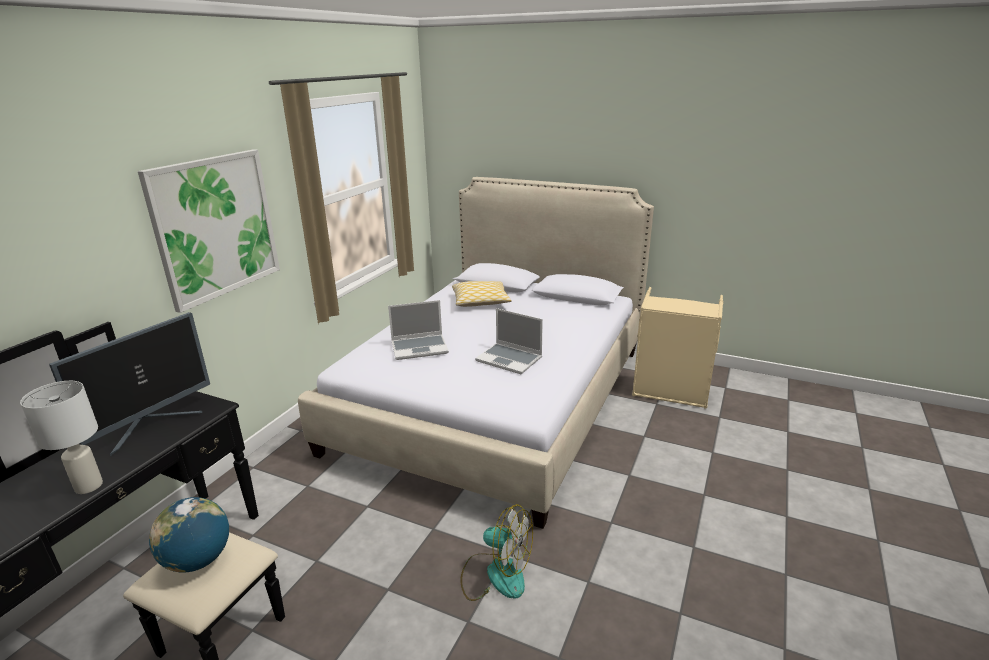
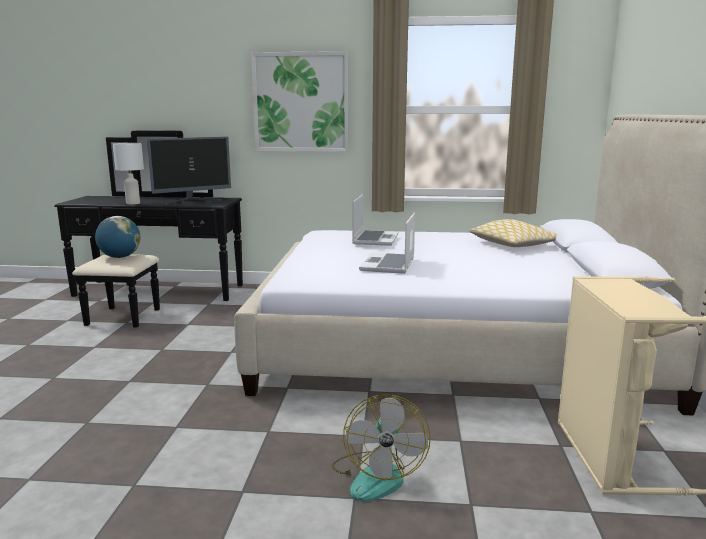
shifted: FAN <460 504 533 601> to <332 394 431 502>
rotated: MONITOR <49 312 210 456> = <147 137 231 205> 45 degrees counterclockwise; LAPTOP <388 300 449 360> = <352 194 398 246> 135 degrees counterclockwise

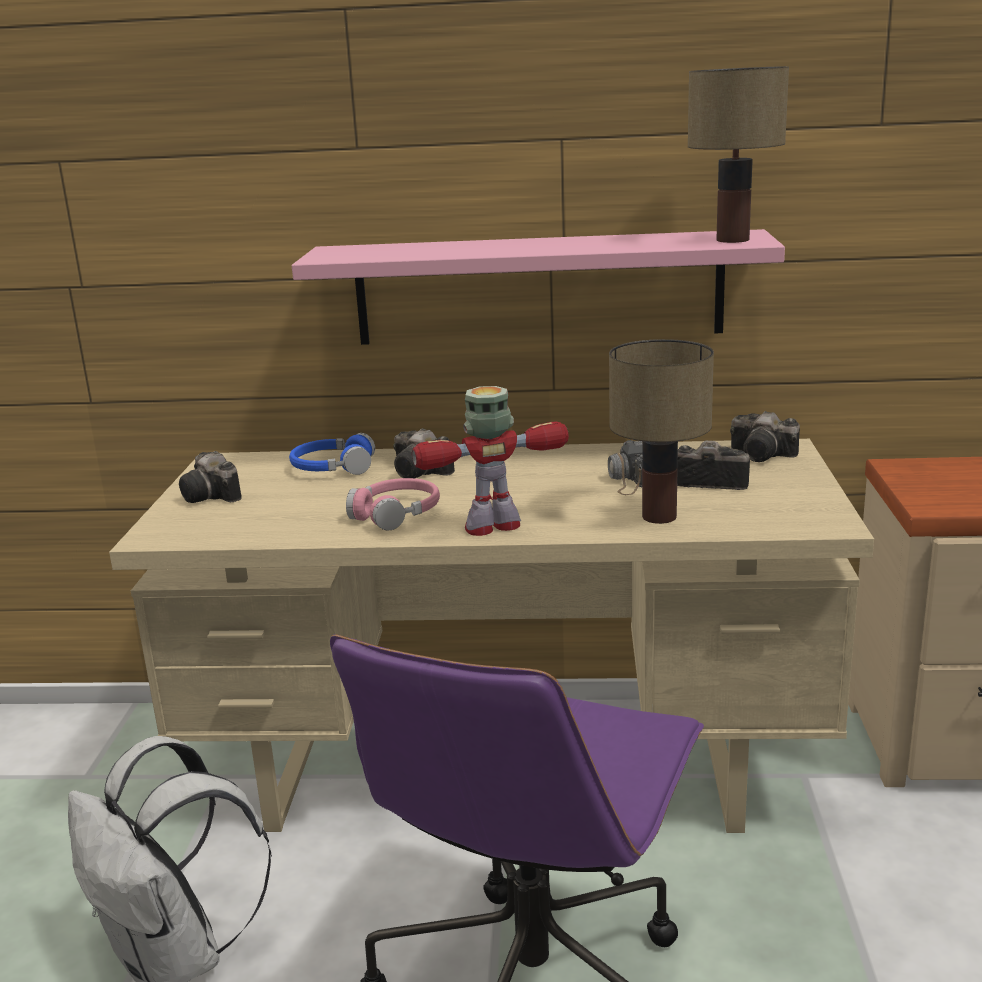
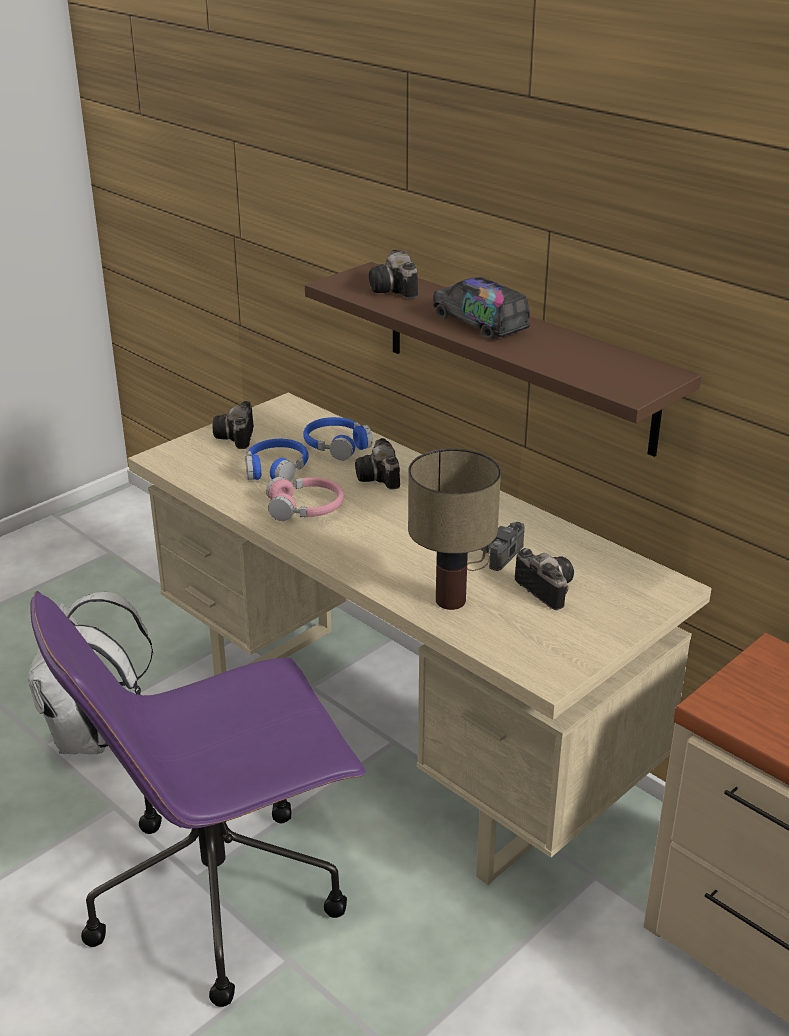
gone: TOY ROBOT <412 386 569 536>; TABLE LAMP <688 66 789 243>
new: BLUE HEADPHONES <245 439 309 481>; TOY TRUCK <433 277 530 339>
shifted: PHOTO CAMERA <730 411 800 462> to <369 250 418 299>
repainted: PINK SHELF <292 229 785 345> to BROWN SHELF <305 262 701 457>

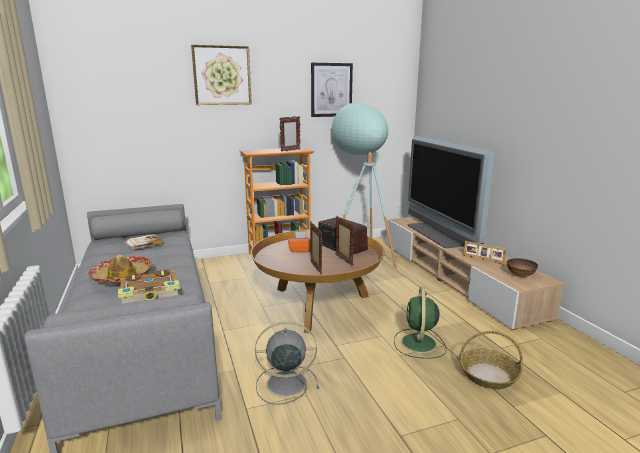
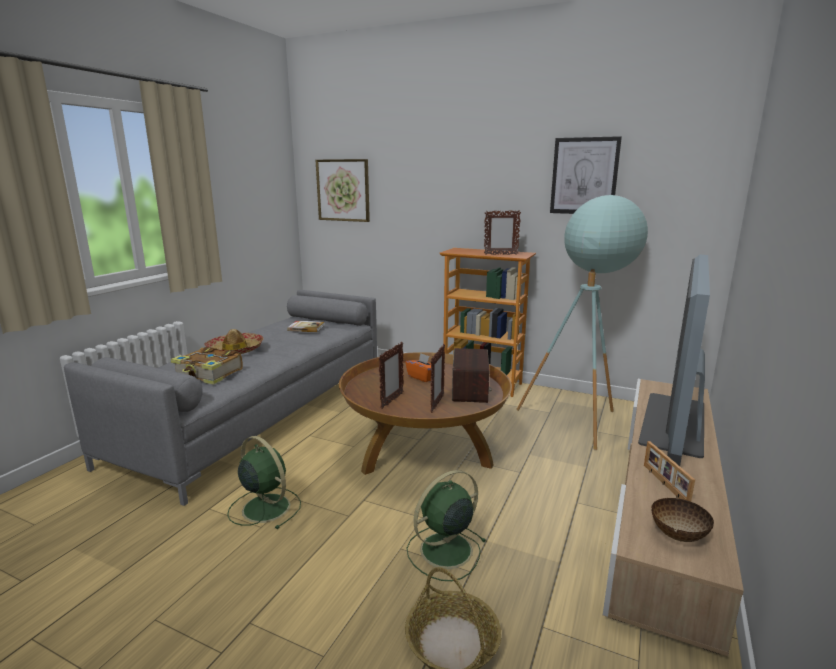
shifted: PICTURE <191 45 252 105> to <316 159 370 222>
repainted: GREY FAN <255 322 319 405> to GREEN FAN <227 436 301 529>

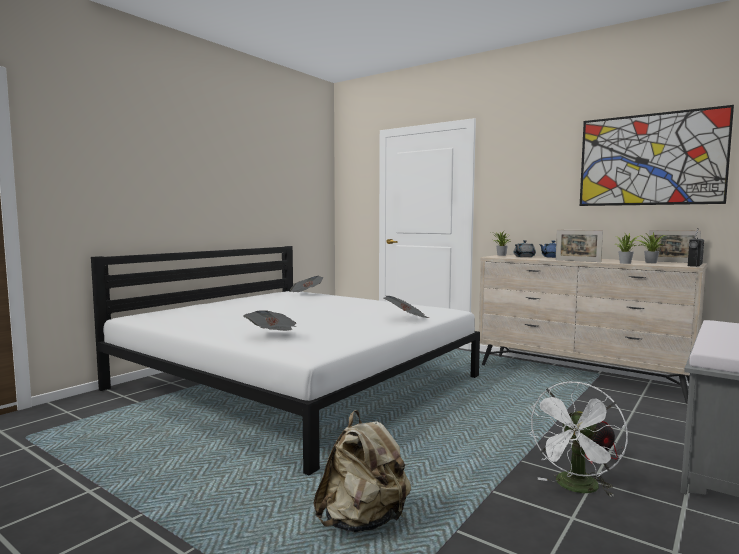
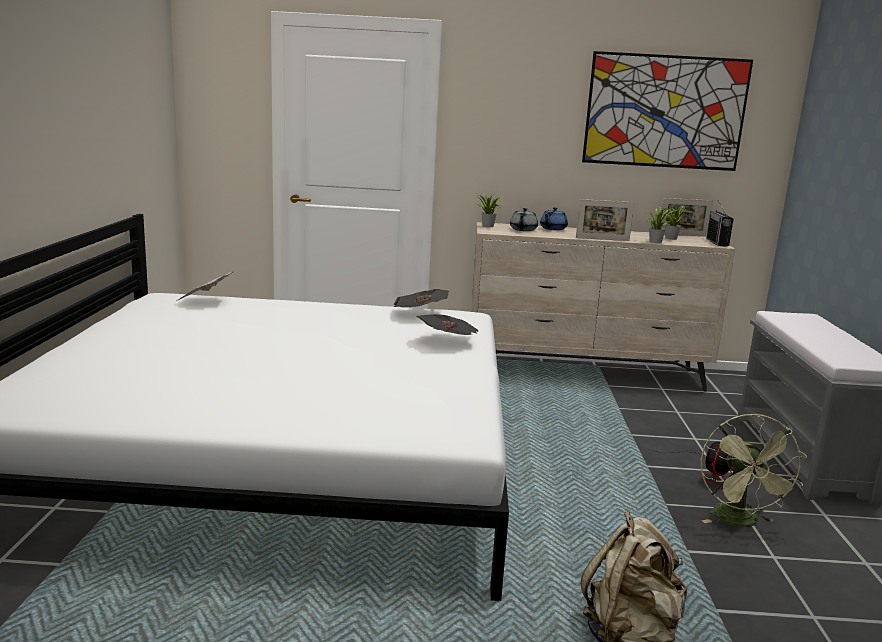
shifted: NEWSPAPER <243 310 297 331> to <393 289 449 307>
repainted: WHITE FAN <528 382 628 497> to GREEN FAN <701 414 807 527>

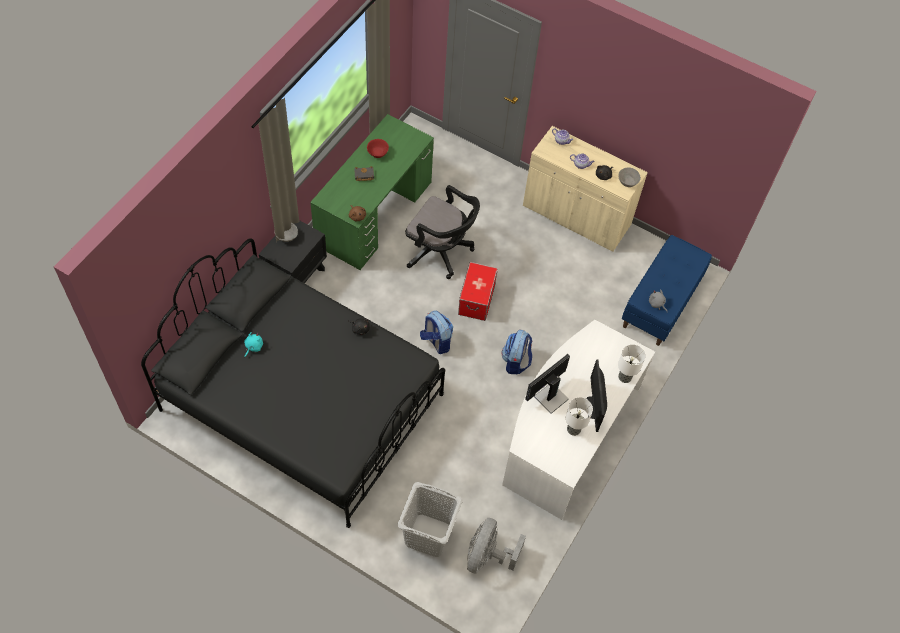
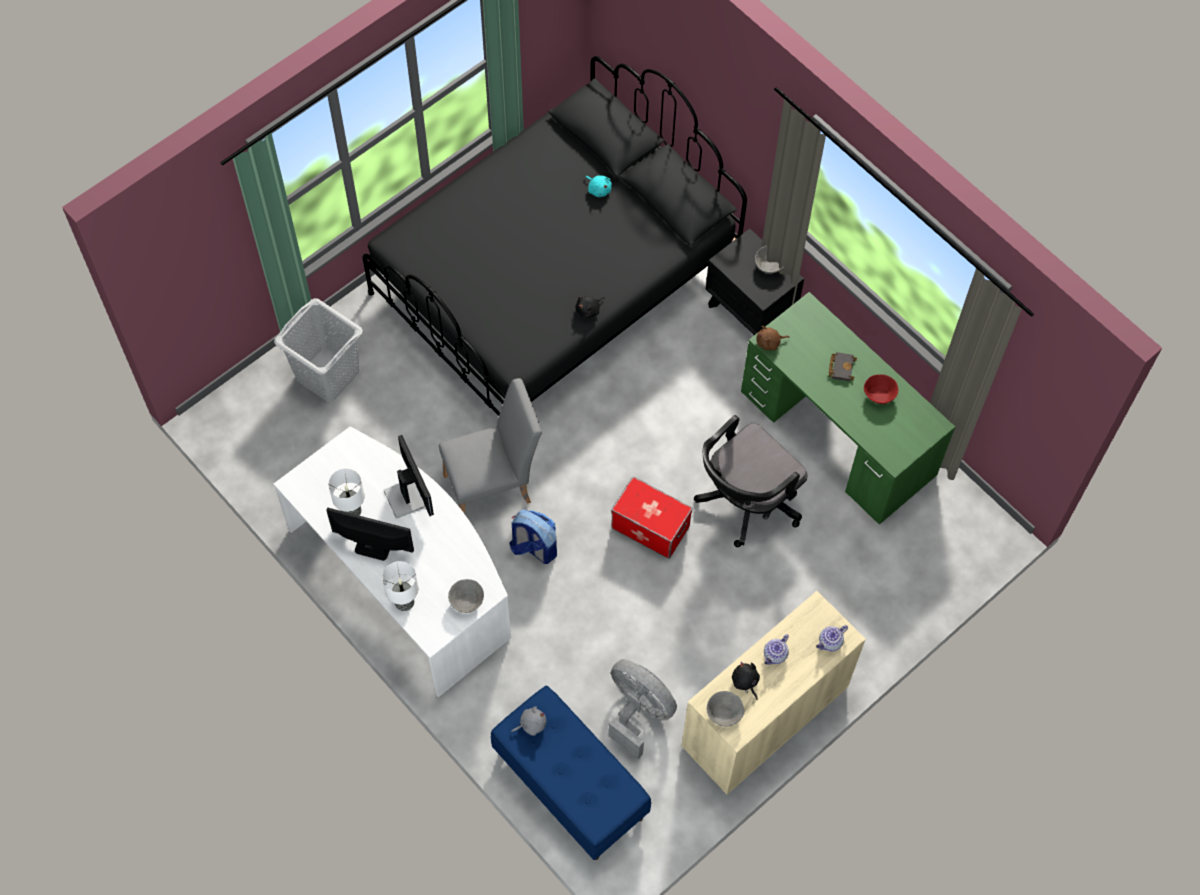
gone: BACKPACK <420 310 453 354>
new: GREY CHAIR <439 378 542 514>; GREY BOWL <448 579 484 613>
shifted: GREY FAN <467 518 526 573> to <609 659 677 759>

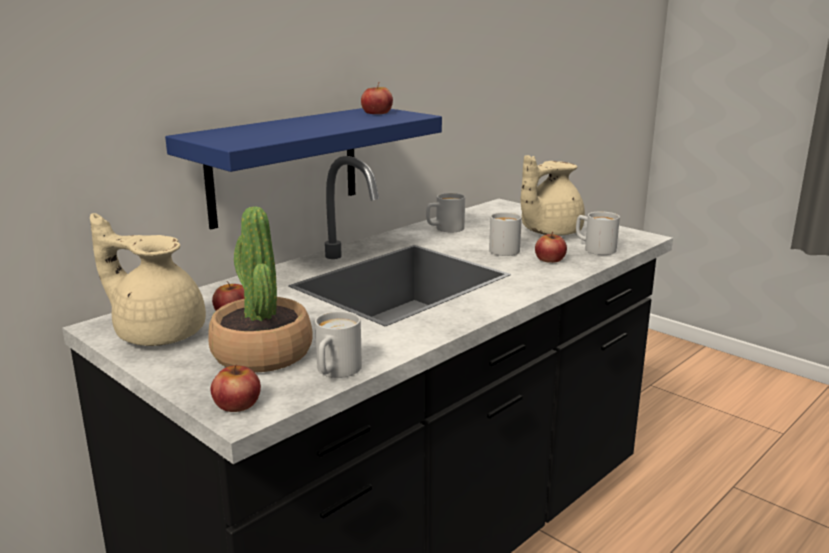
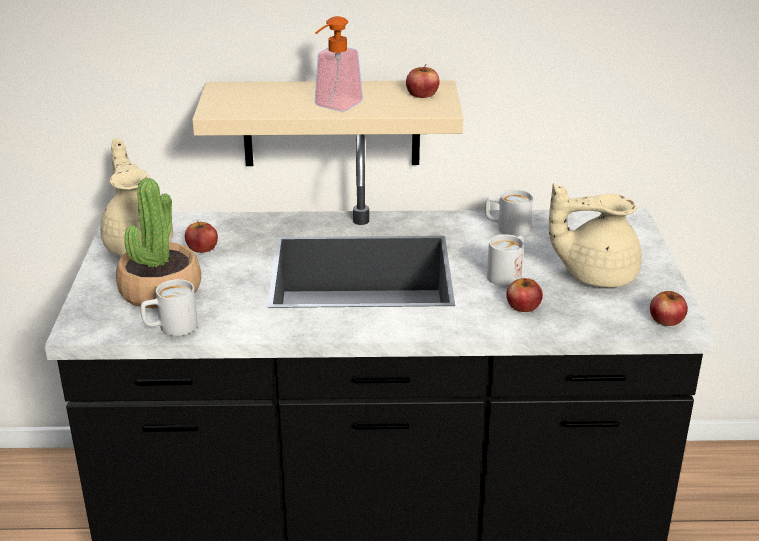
gone: WHITE MUG <576 211 620 255>
new: SOAP DISPENSER <315 16 363 111>
shifted: APPLE <210 364 261 412> to <650 291 688 326>
repainted: BLUE SHELF <165 108 442 229> to BEIGE SHELF <192 80 463 166>

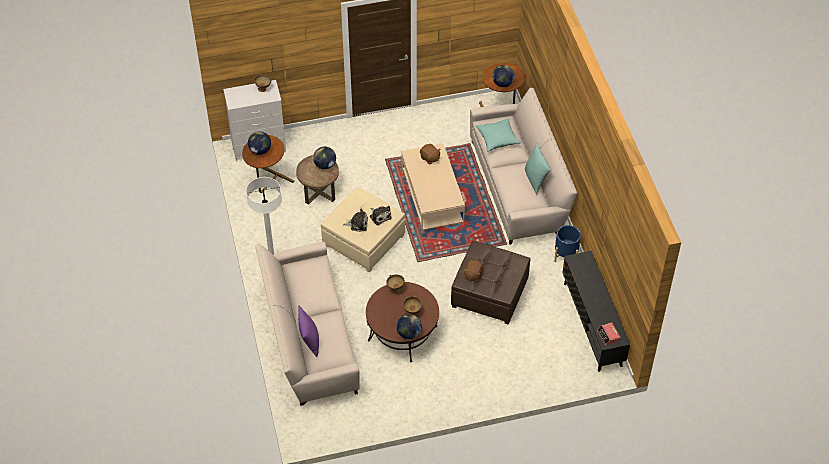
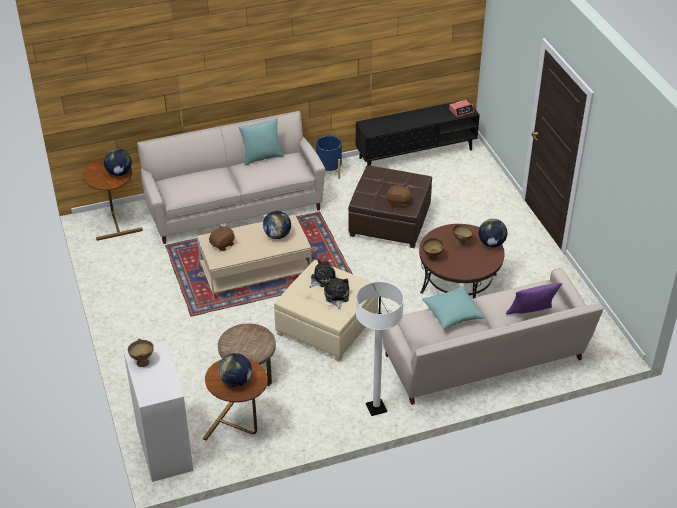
shifted: GLOBE <313 147 336 170> to <263 211 291 239>; TURQUOISE PILLOW <476 119 521 152> to <422 286 485 329>

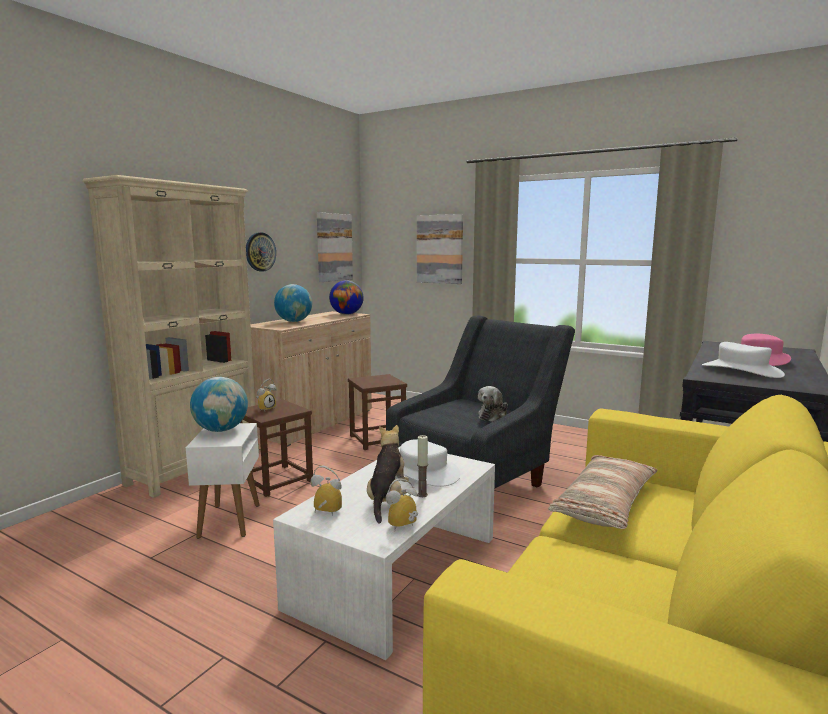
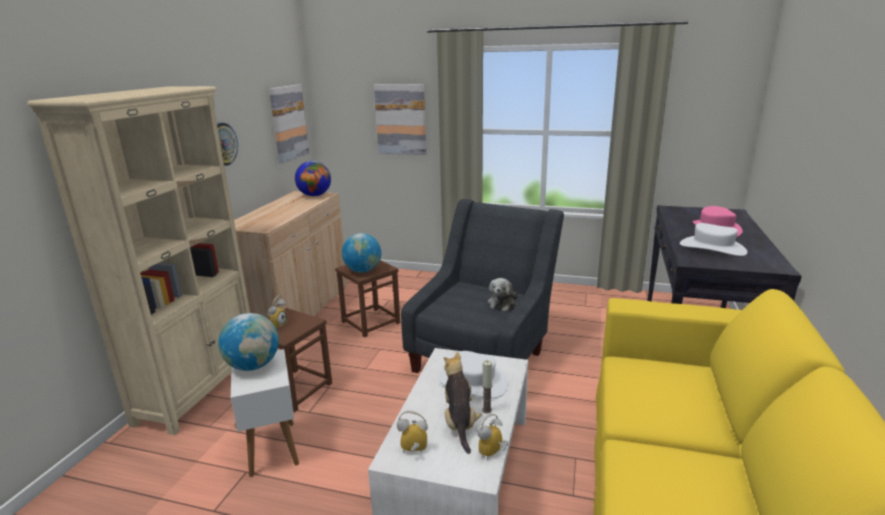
gone: PILLOW <548 455 658 529>
shifted: GLOBE <274 284 312 322> to <342 233 381 273>

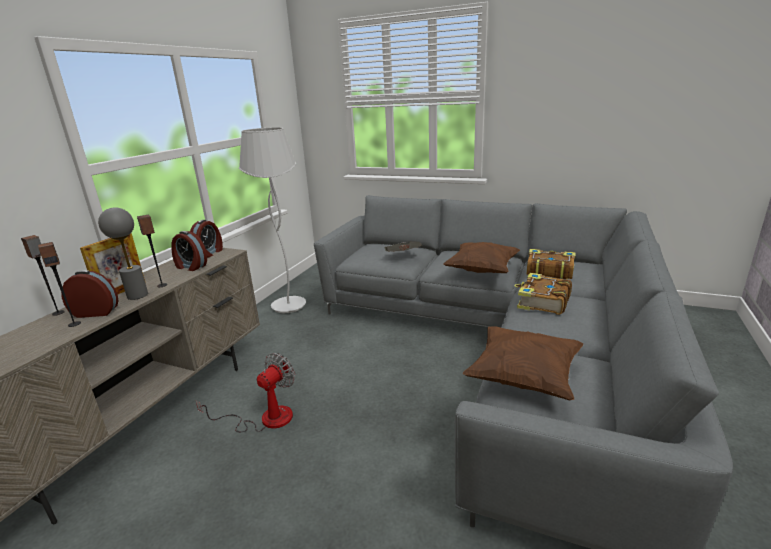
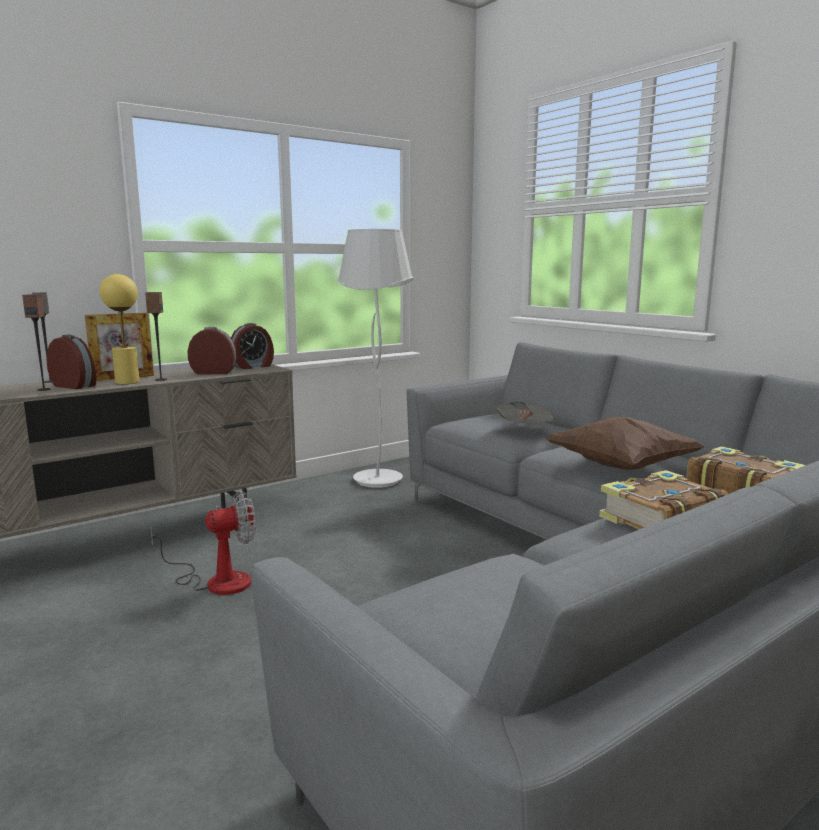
gone: BROWN PILLOW <463 326 583 401>
repainted: GREY TABLE LAMP <98 207 148 300> to YELLOW TABLE LAMP <100 274 140 384>
rotated: ALARM CLOCK <171 231 207 271> = <188 327 237 374> 120 degrees clockwise

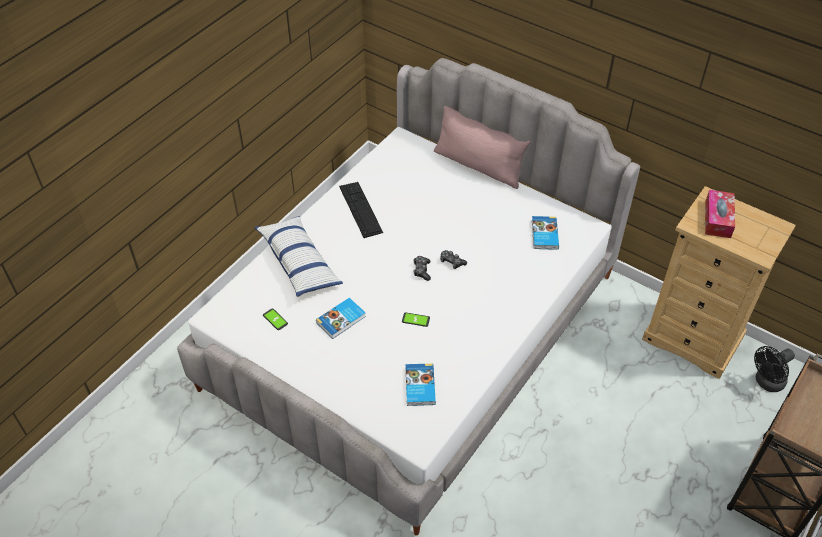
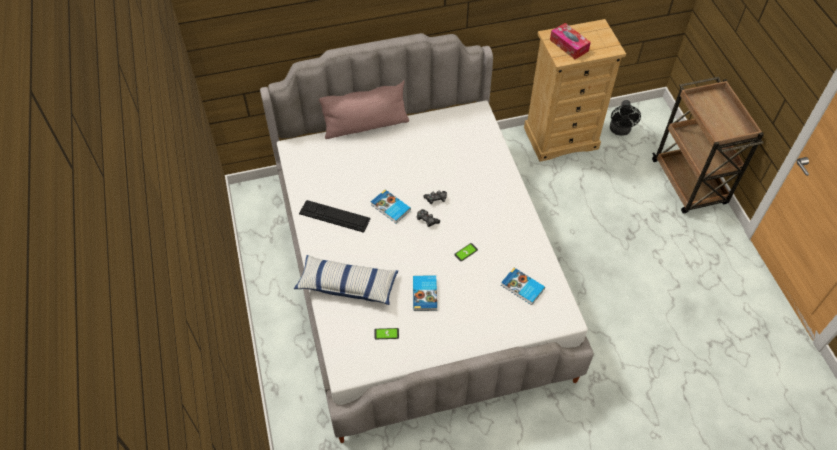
shifted: BOOK <532 216 559 250> to <371 189 411 223>

